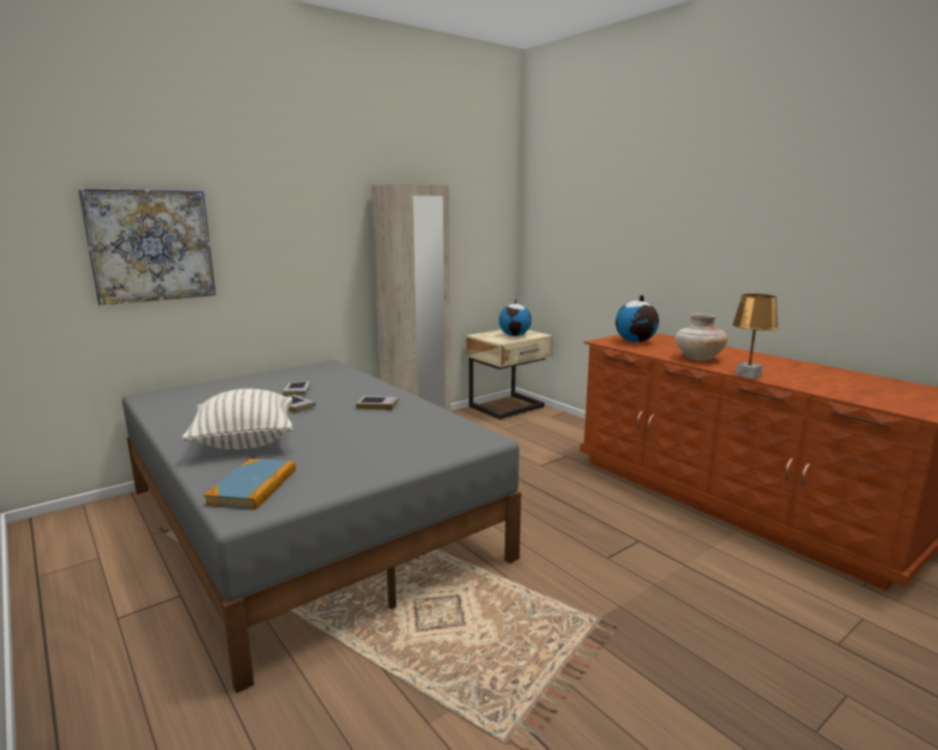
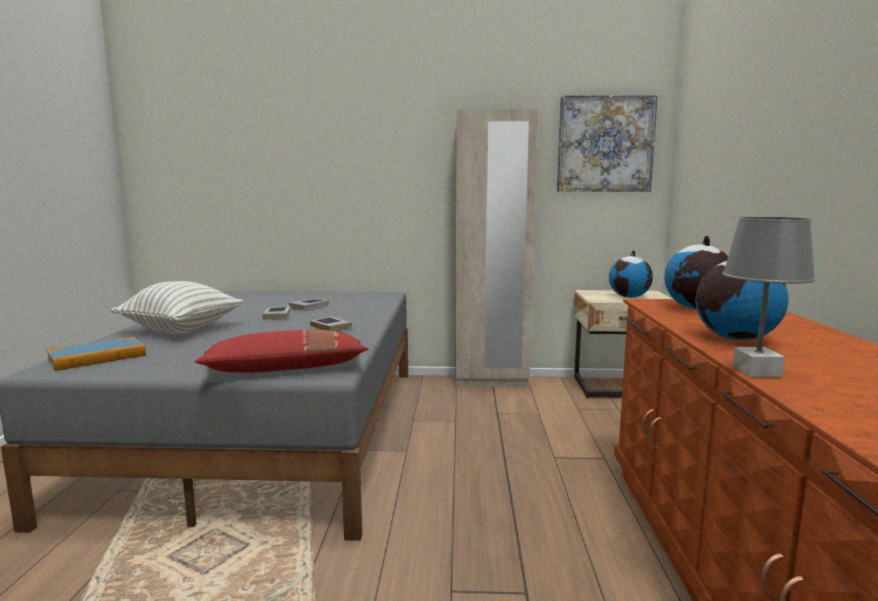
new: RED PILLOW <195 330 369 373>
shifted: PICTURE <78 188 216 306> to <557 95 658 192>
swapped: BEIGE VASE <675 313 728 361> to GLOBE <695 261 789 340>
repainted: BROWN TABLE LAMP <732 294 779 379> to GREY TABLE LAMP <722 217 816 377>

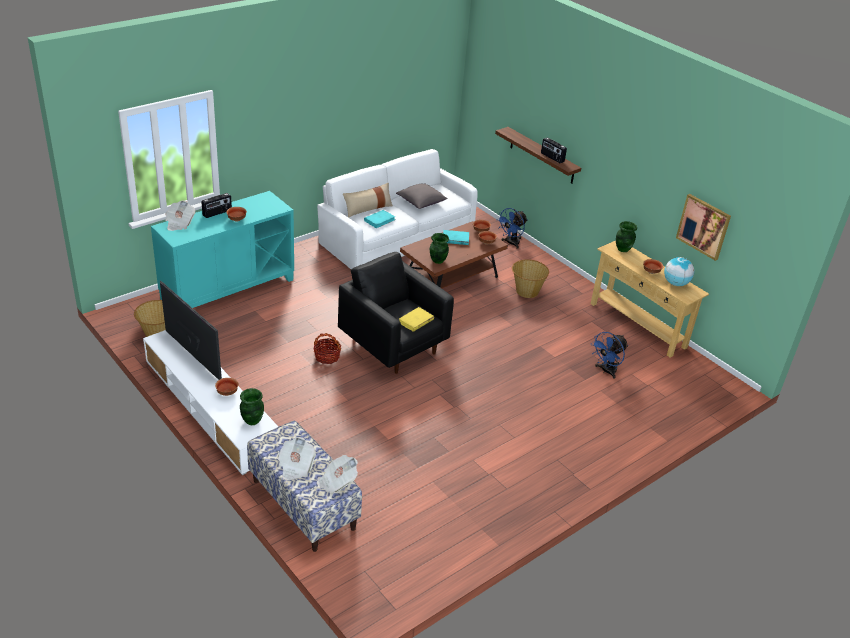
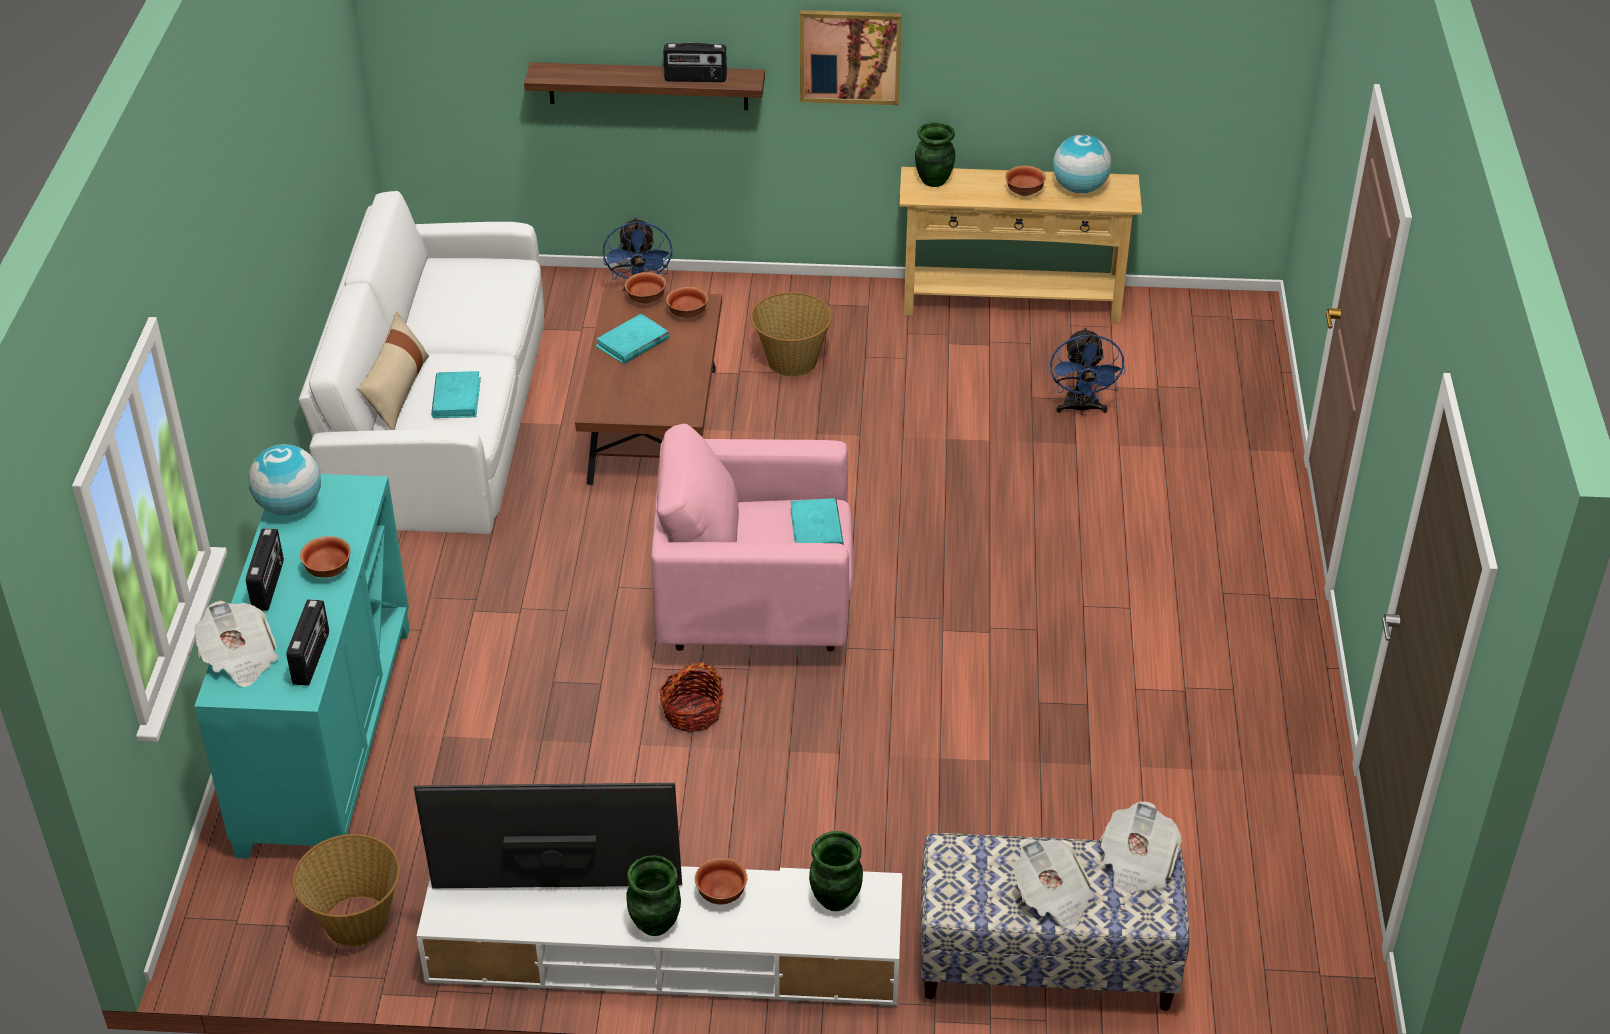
gone: GREY PILLOW <396 184 448 209>
new: GLOBE <248 444 321 516>; RADIO <286 599 329 686>
shifted: GREEN VASE <430 233 449 264> to <626 855 681 936>; PICTURE <676 194 731 261> to <800 10 902 105>
repainted: BLACK ARMCHAIR <338 252 454 374> to PINK ARMCHAIR <651 424 853 652>; YELLOW BOOK <399 307 434 332> to TURQUOISE BOOK <790 498 844 545>

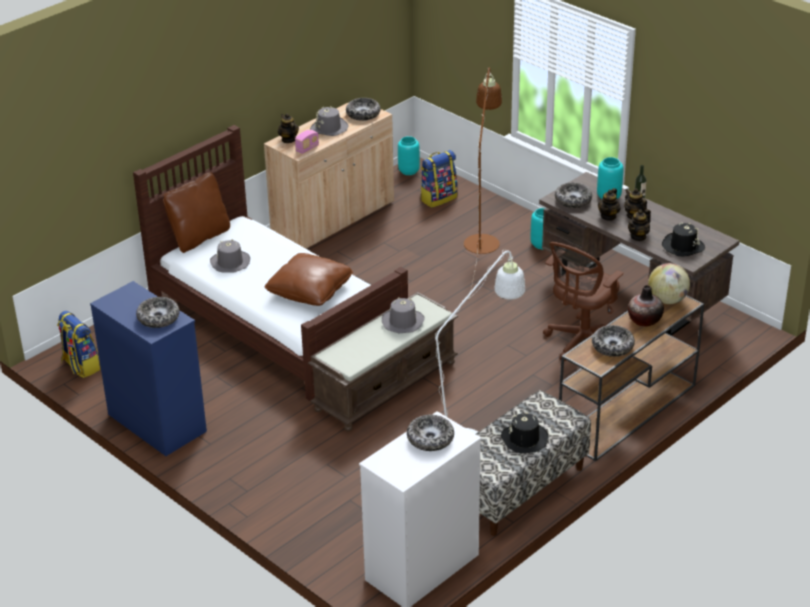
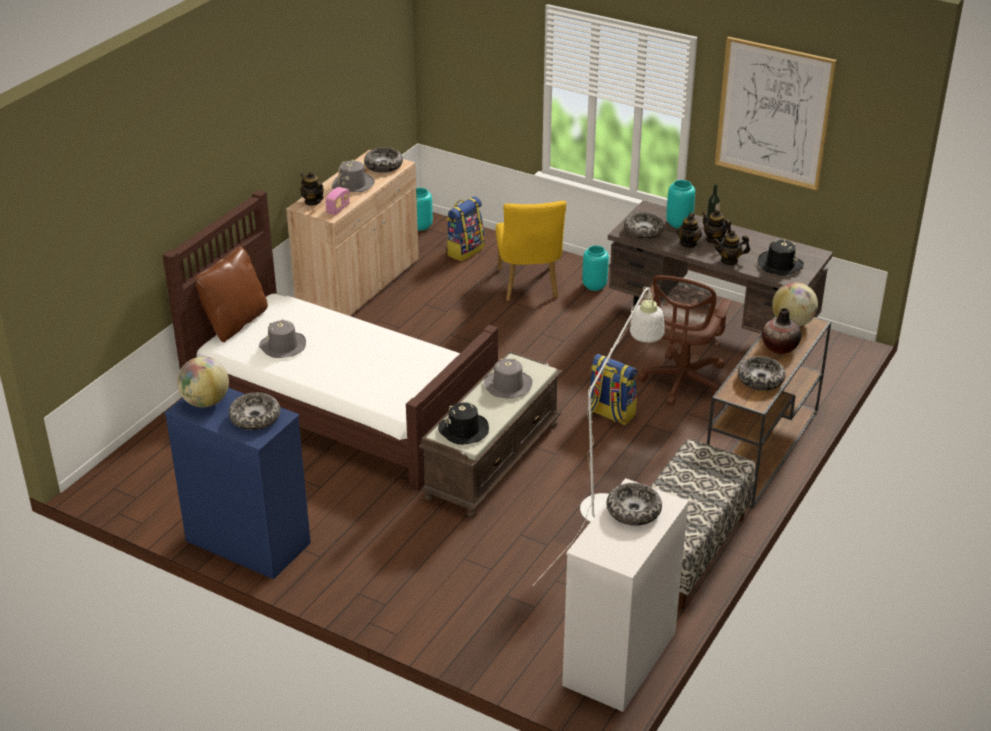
gone: BROWN PILLOW <265 253 353 306>
new: GLOBE <177 357 229 407>; PICTURE <715 36 837 191>
shifted: BLACK HAT <501 413 548 453> to <438 401 489 445>; BACKPACK <57 311 100 378> to <588 354 637 426>
swapped: BROWN FLOOR LAMP <464 67 502 299> to YELLOW CHAIR <496 201 566 301>
rotated: TEAPOT <628 209 651 241> = <713 231 750 265> 60 degrees clockwise

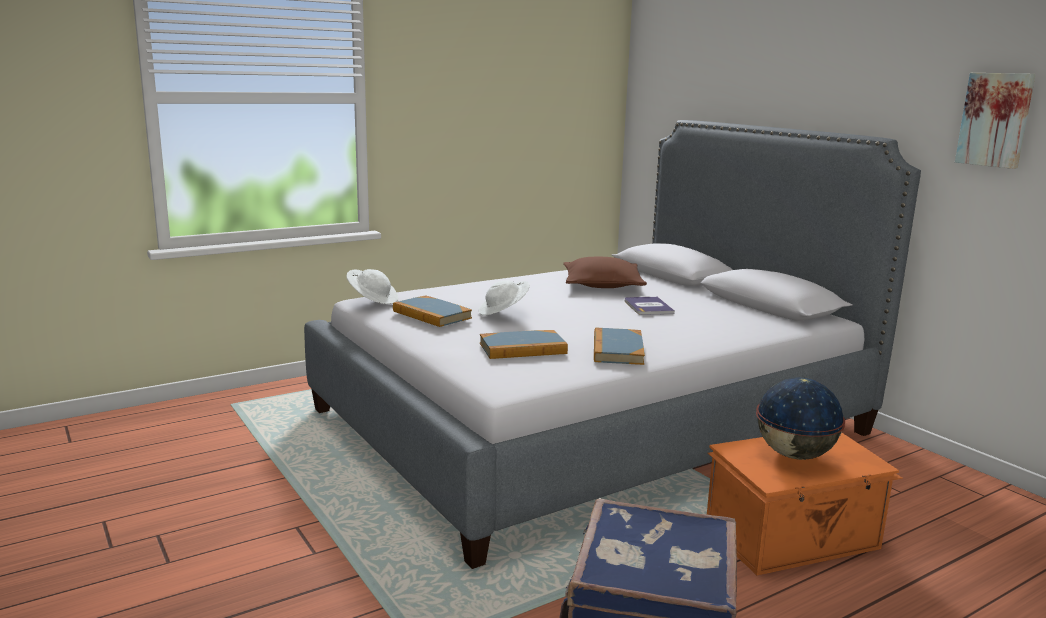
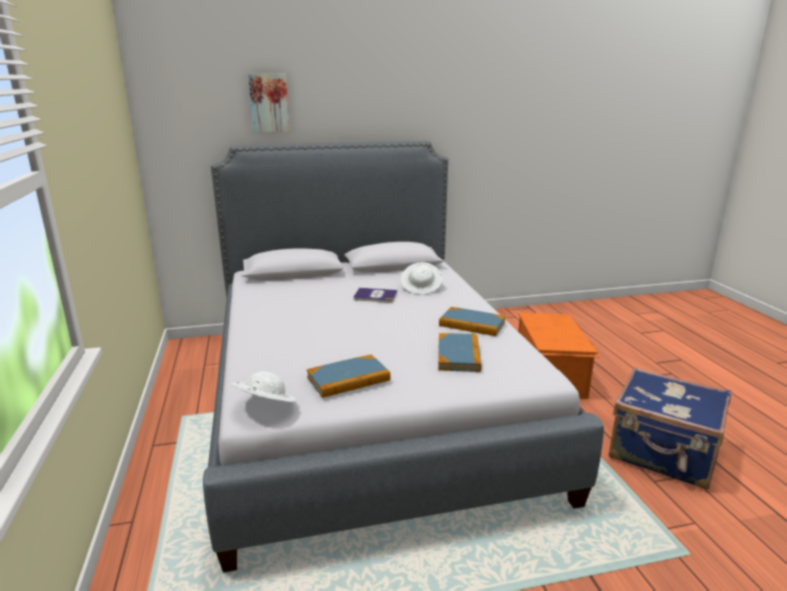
gone: BROWN PILLOW <563 257 647 288>; GLOBE <756 377 845 460>
shifted: PICTURE <955 73 1036 169> to <248 74 290 133>; WHITE HAT <478 280 530 316> to <401 262 443 295>

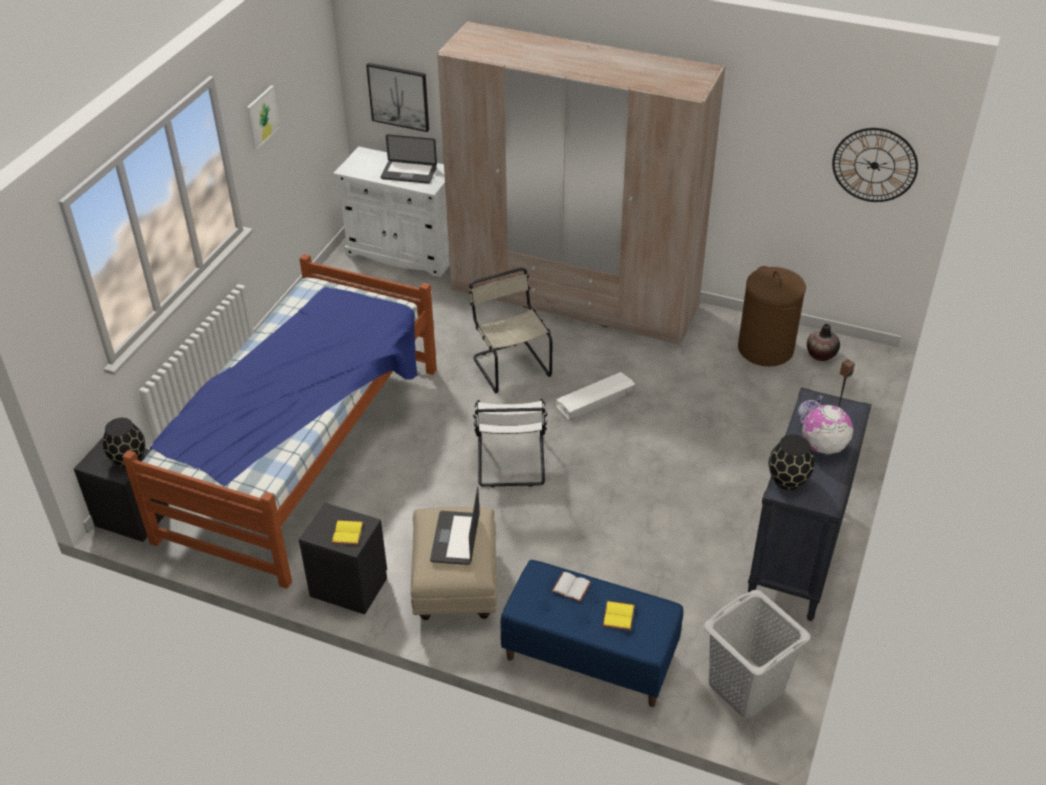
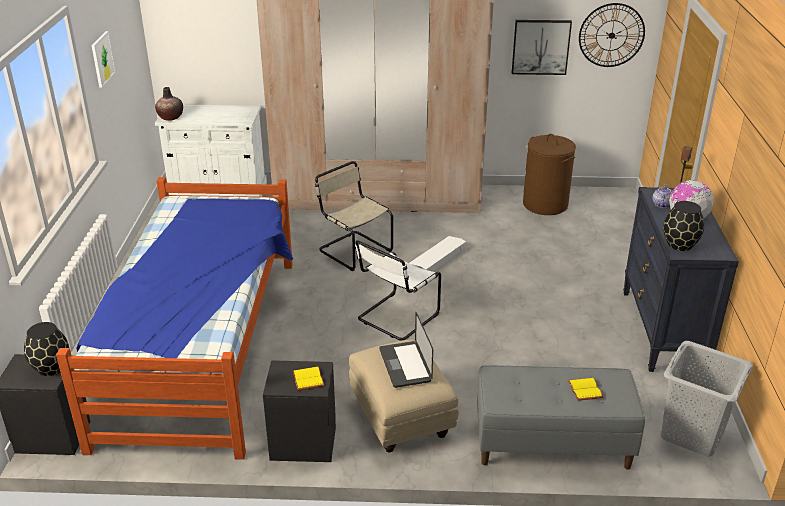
gone: LAPTOP <380 134 437 184>; WHITE BOOK <552 572 591 602>
shifted: VASE <807 324 840 361> to <155 87 183 121>; PICTURE <366 63 429 132> to <512 20 572 75>
repainted: BLUE BENCH <500 560 683 707> to GREY BENCH <477 365 645 469>
rotated: WHITE CHAIR <473 399 547 487> = <355 240 441 341> 60 degrees clockwise

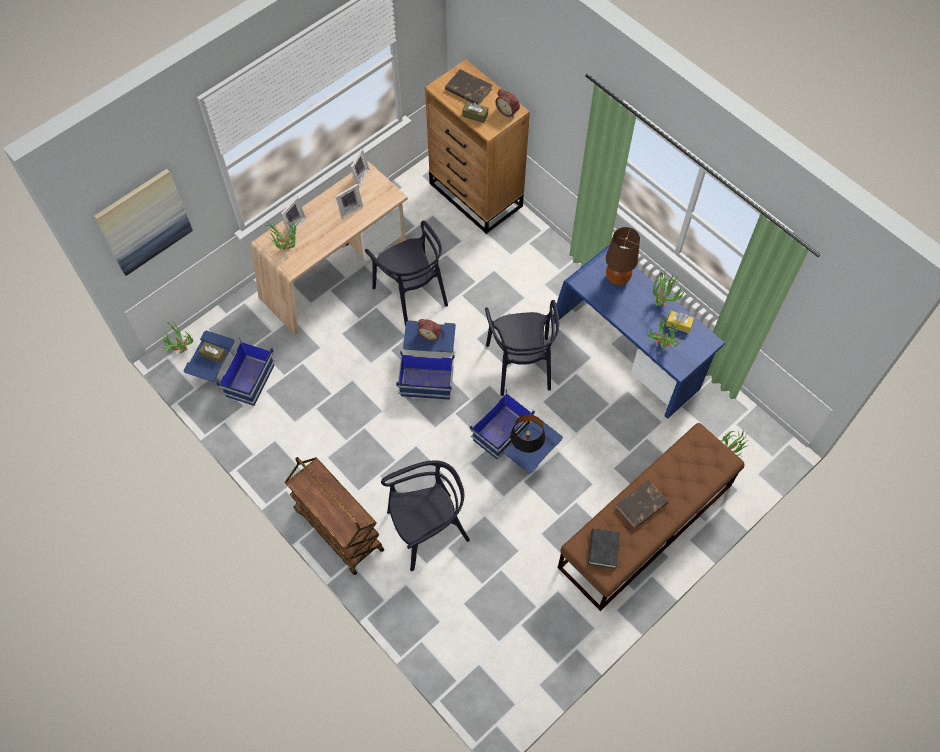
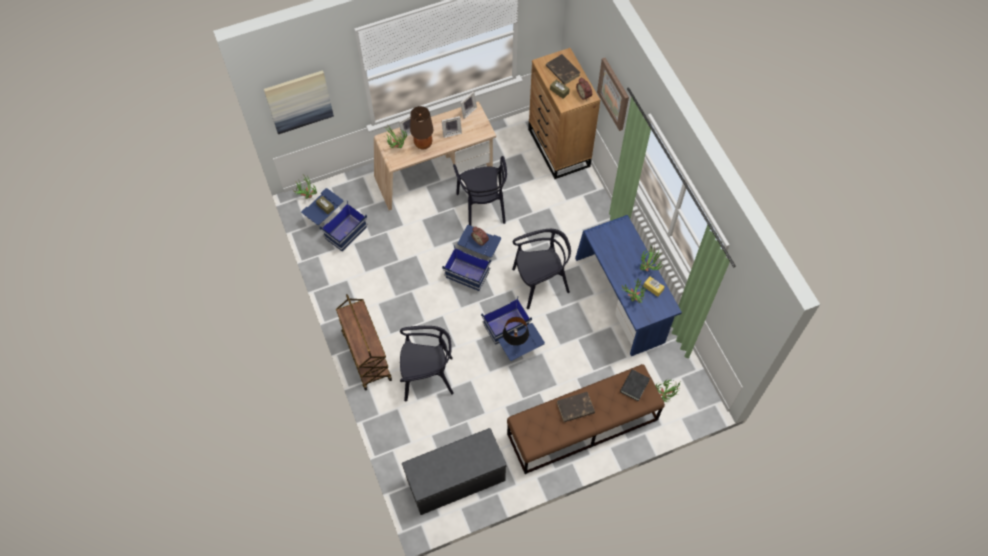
new: GREY BENCH <402 428 507 515>; PICTURE <597 58 629 131>
shifted: BROWN TABLE LAMP <606 227 640 285> to <410 106 433 150>; BLACK BOOK <588 528 620 569> to <620 369 650 401>
rotated: BLACK CHAIR <485 300 559 396> = <512 229 571 309> 120 degrees counterclockwise

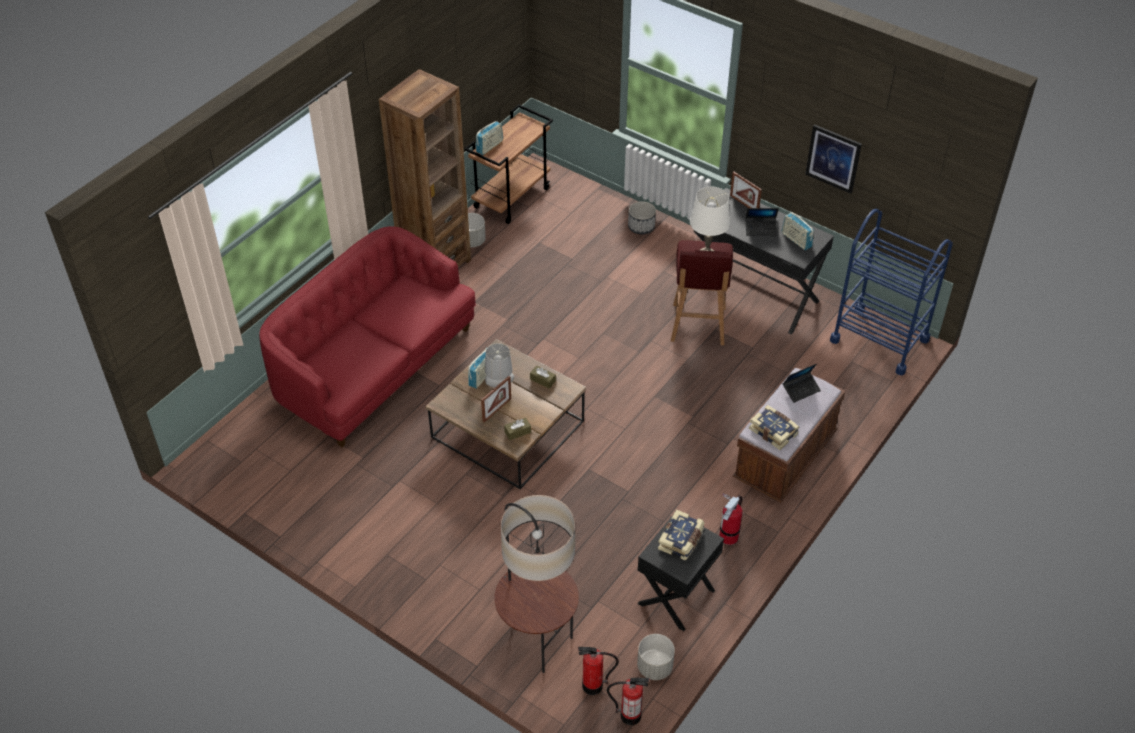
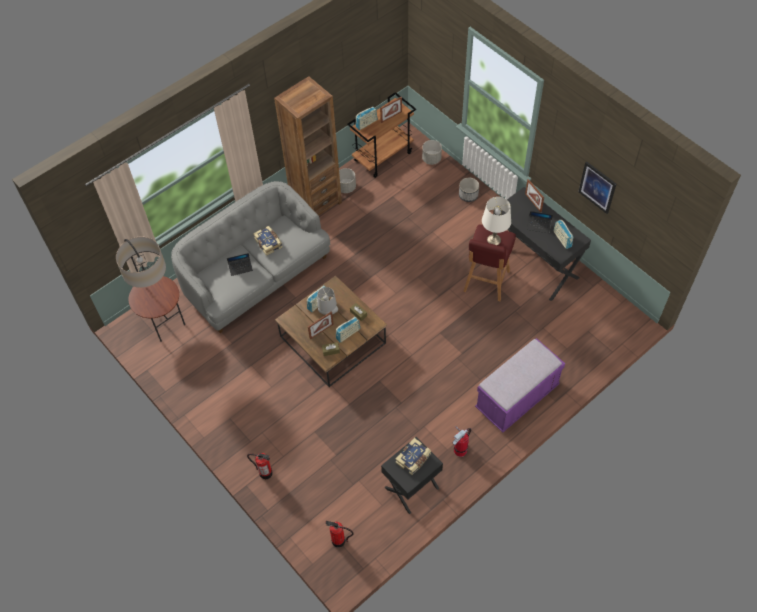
gone: BLUE CART <830 209 953 375>
new: RADIO <336 317 360 342>; PICTURE FRAME <380 97 402 123>
shifted: FLOOR LAMP <494 495 579 673> to <116 237 185 342>; LAPTOP <783 364 821 403> to <227 253 253 276>; FIRE EXTINGUISHER <607 676 649 725> to <247 453 273 479>; BOOK <749 405 800 450> to <253 226 282 256>; GREY PLANTER <637 634 675 680> to <422 140 442 165>
repainted: RED SOFA <259 226 476 447> to GREY SOFA <171 181 330 333>; BROWN BENCH <733 367 845 502> to PURPLE BENCH <475 338 565 433>

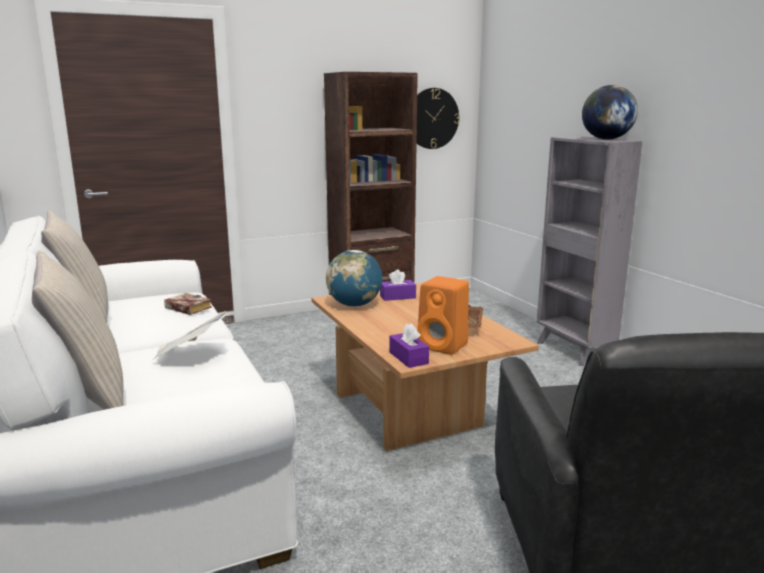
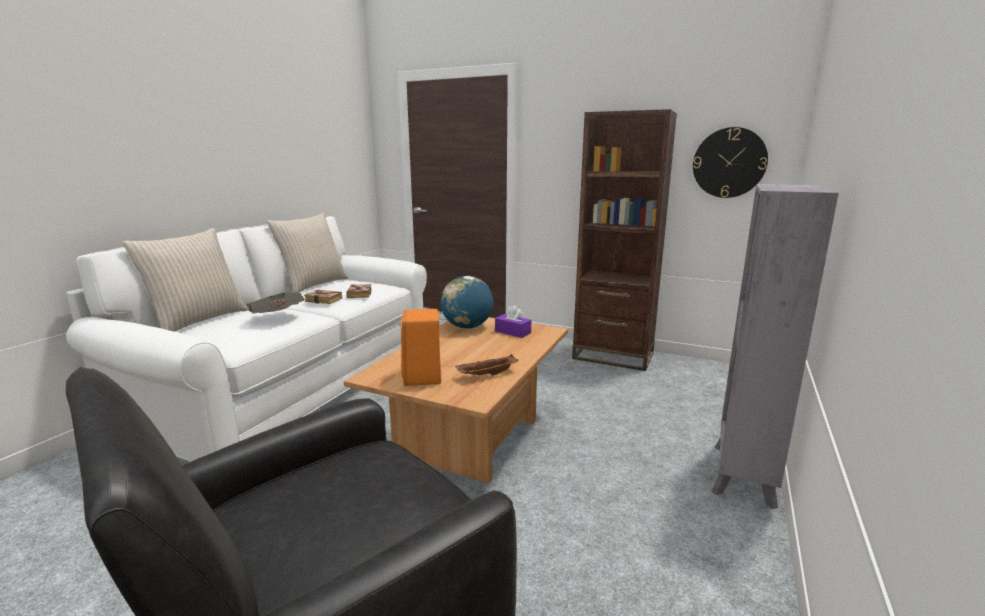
gone: PURPLE TISSUE BOX <389 323 429 368>; GLOBE <582 85 638 140>
new: BOOK <304 290 342 304>

